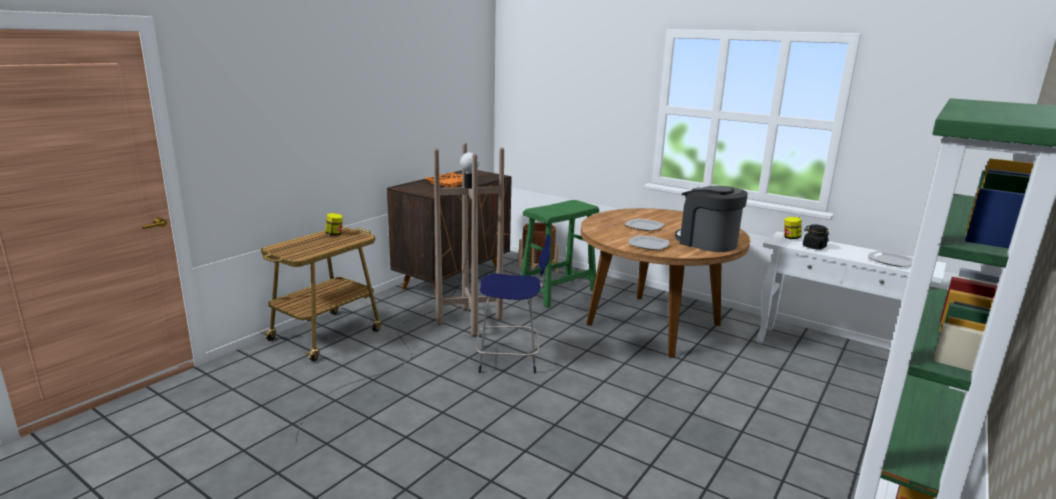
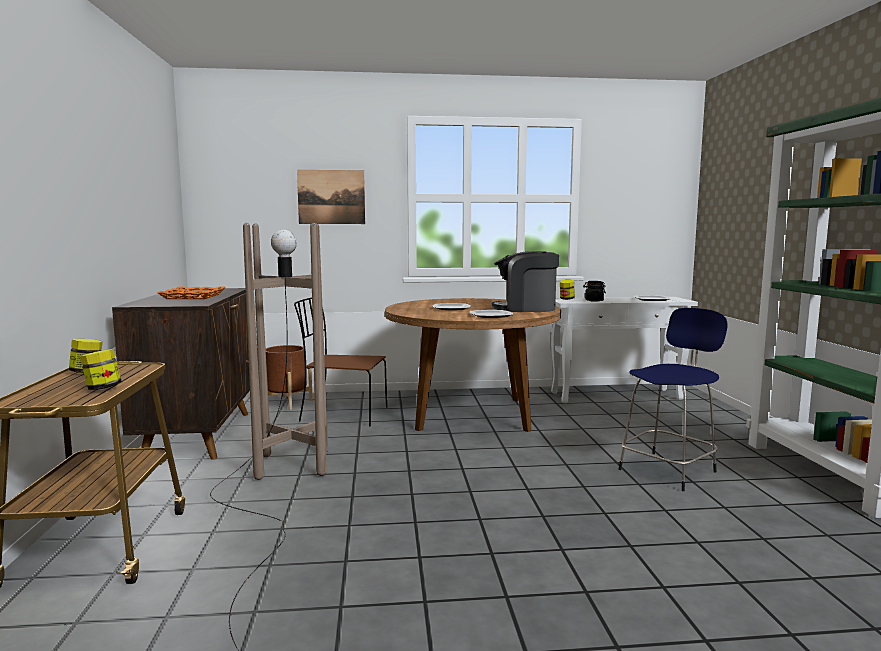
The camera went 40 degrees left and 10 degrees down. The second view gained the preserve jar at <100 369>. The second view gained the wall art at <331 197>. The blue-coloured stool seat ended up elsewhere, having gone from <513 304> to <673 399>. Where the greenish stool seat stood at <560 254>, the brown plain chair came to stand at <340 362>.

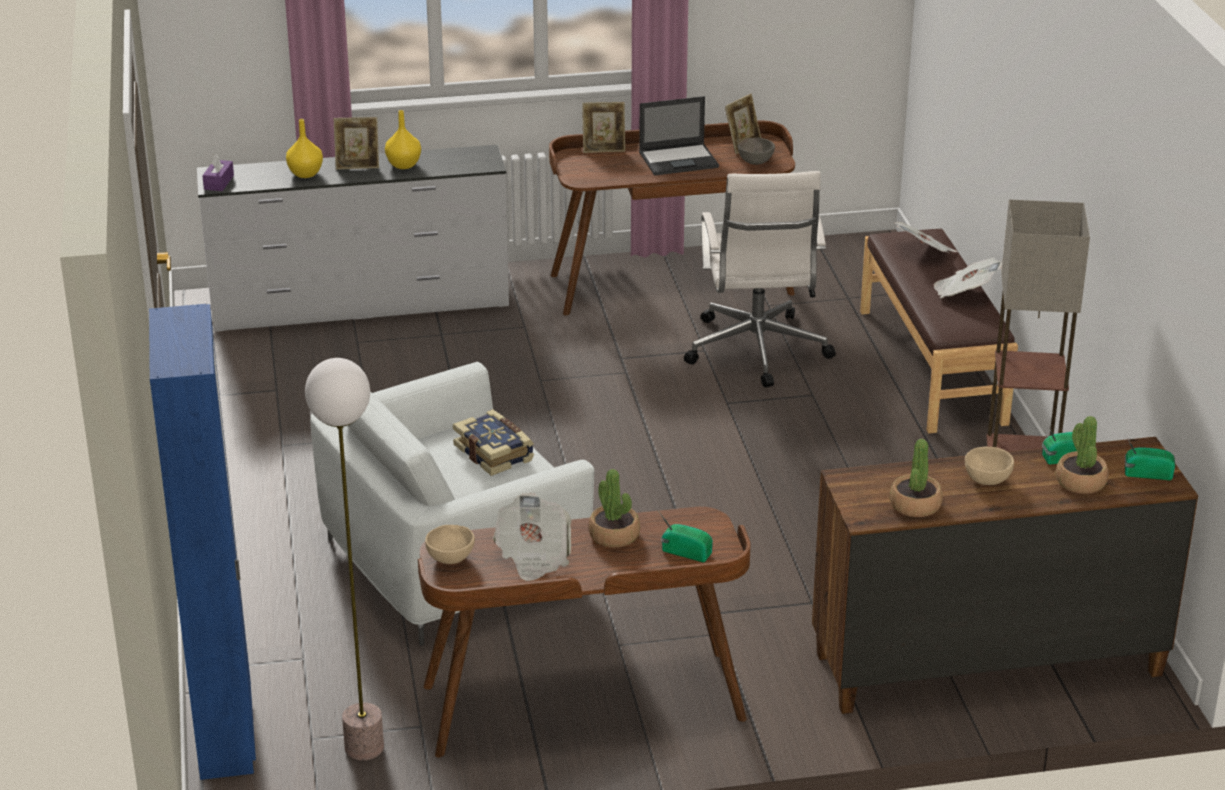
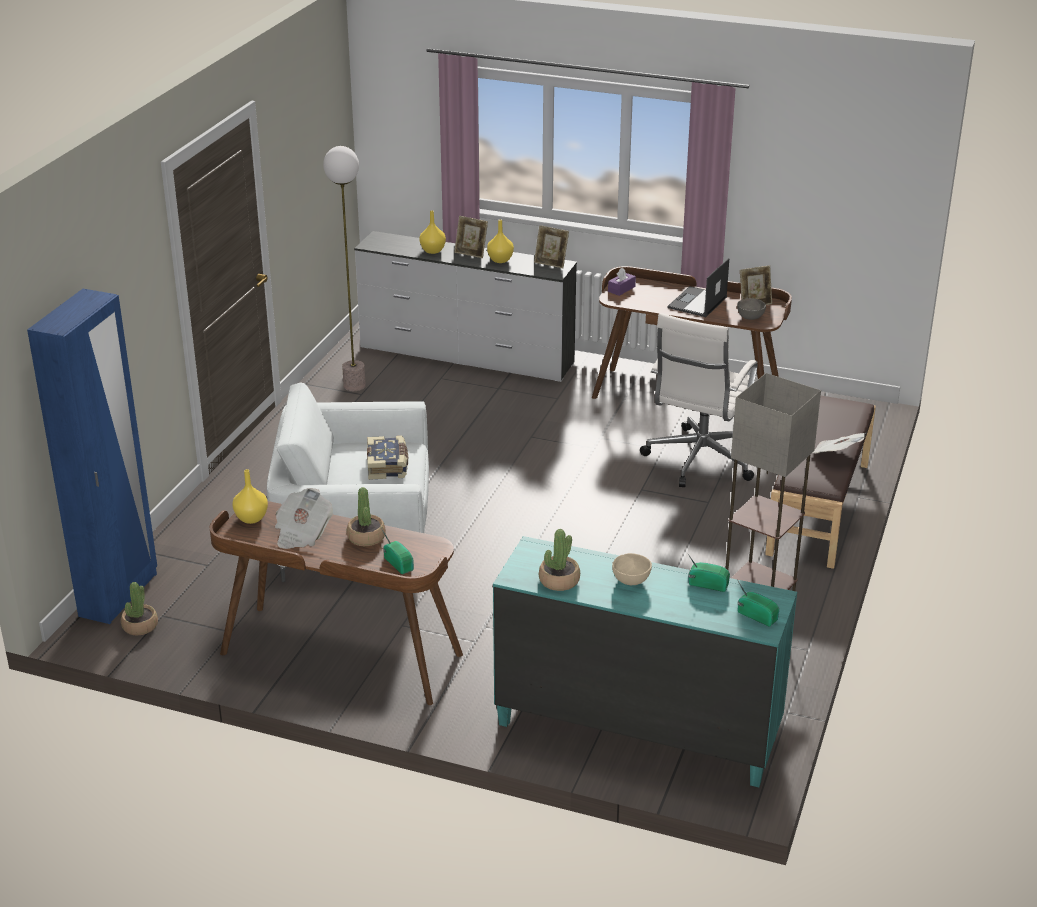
The camera went 30 degrees right and 0 degrees up. The second view lost the newspaper at <926 237>. The purple box of tissues ended up elsewhere, having gone from <218 172> to <622 282>. The standing lamp ended up elsewhere, having gone from <344 559> to <344 268>. The photo frame ended up elsewhere, having gone from <603 127> to <551 246>. The potted plant ended up elsewhere, having gone from <1082 455> to <139 608>. Where the sand-coloured serving bowl stood at <450 544>, the yellowish decorative vase came to stand at <250 496>. What was the brown chest of drawers at <1005 575> turned into the turquoise-coloured chest of drawers at <645 661>. The portable computer at <679 136> ended up facing another way, 105 degrees clockwise from before.

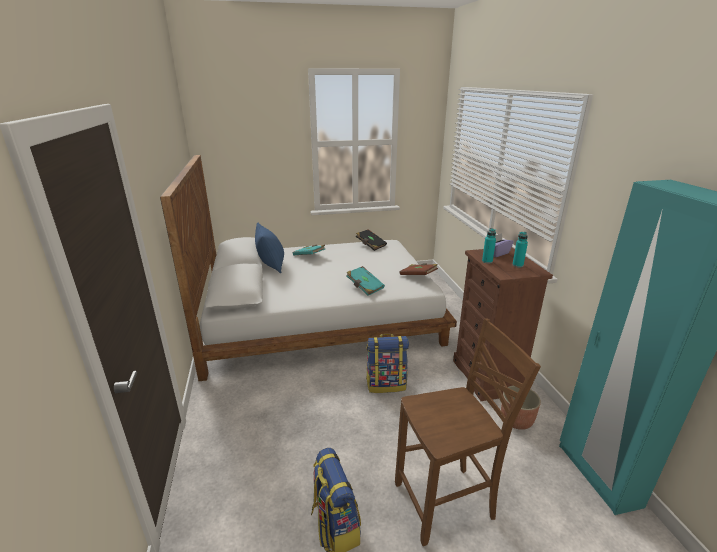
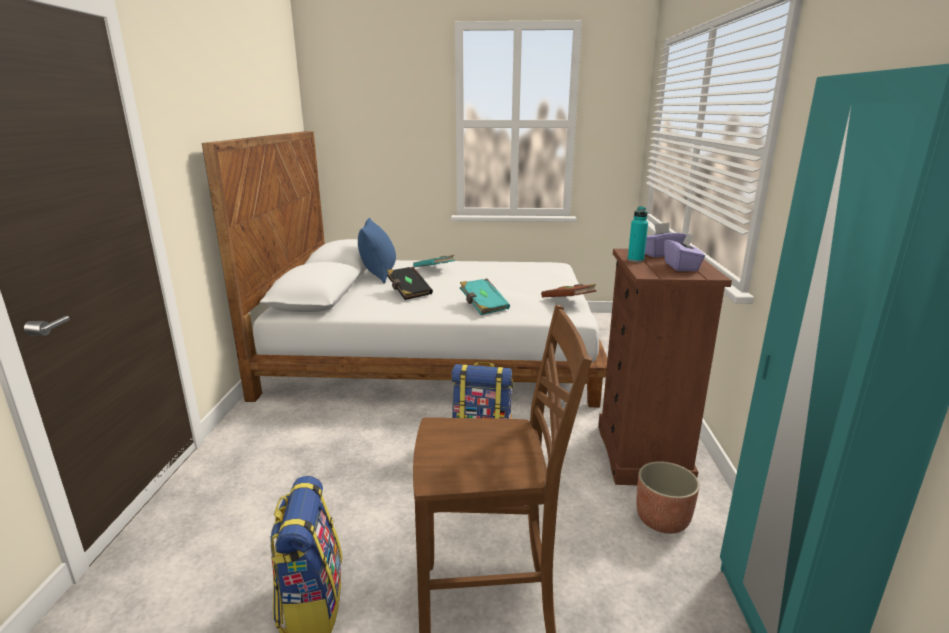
The camera went 15 degrees right and 5 degrees down. The black-coloured book ended up elsewhere, having gone from <371 240> to <410 283>. Where the turquoise-coloured drink bottle stood at <520 250>, the purple box of tissues came to stand at <684 252>.

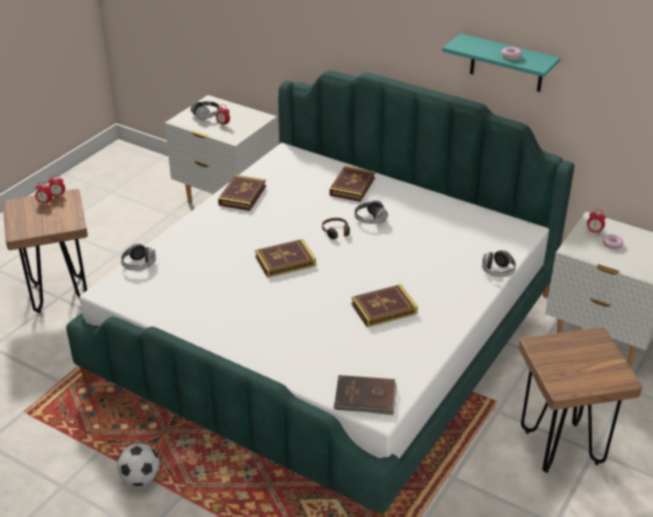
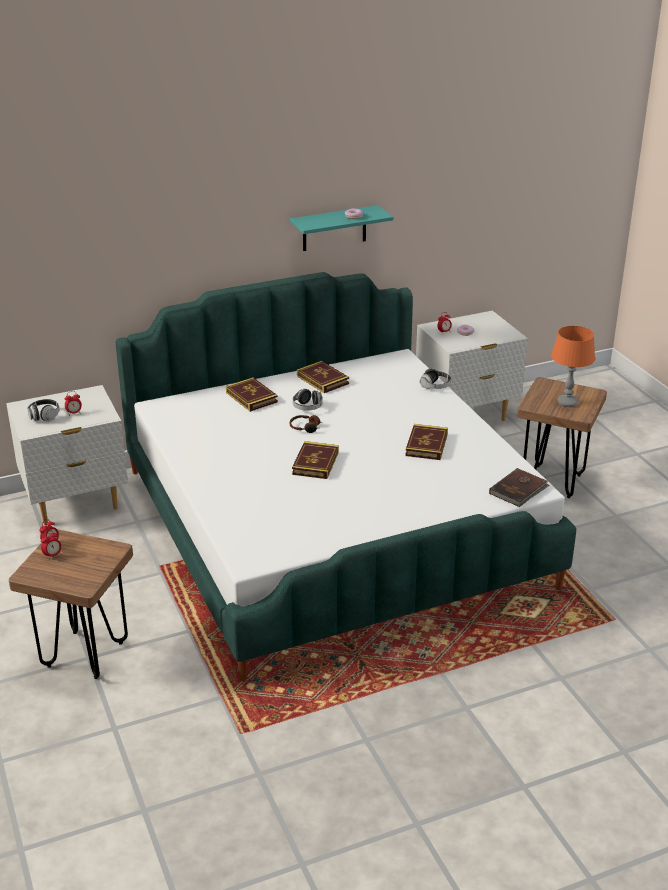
The camera went 55 degrees left and 5 degrees down. The second view lost the football ball at <138 464>. The second view lost the headset at <138 257>. The second view gained the orange-coloured table lamp at <573 366>. The book ended up elsewhere, having gone from <242 193> to <323 377>.

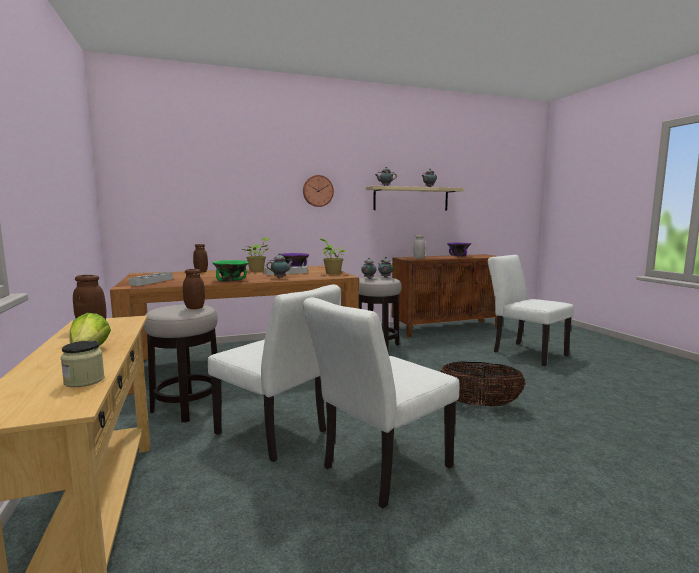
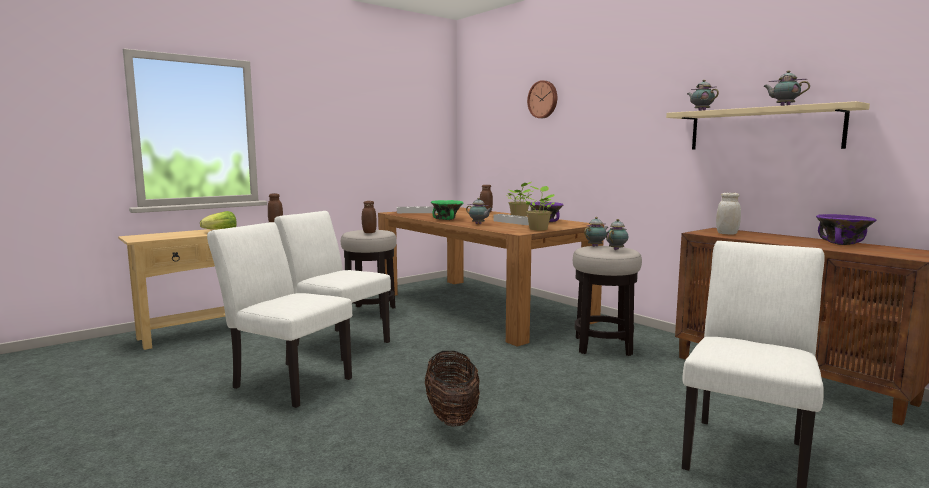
The camera went 70 degrees right and 0 degrees up. The second view lost the preserve jar at <83 364>. The wall clock ended up elsewhere, having gone from <318 191> to <542 99>. The white plain chair at <274 373> ended up facing another way, 105 degrees clockwise from before.

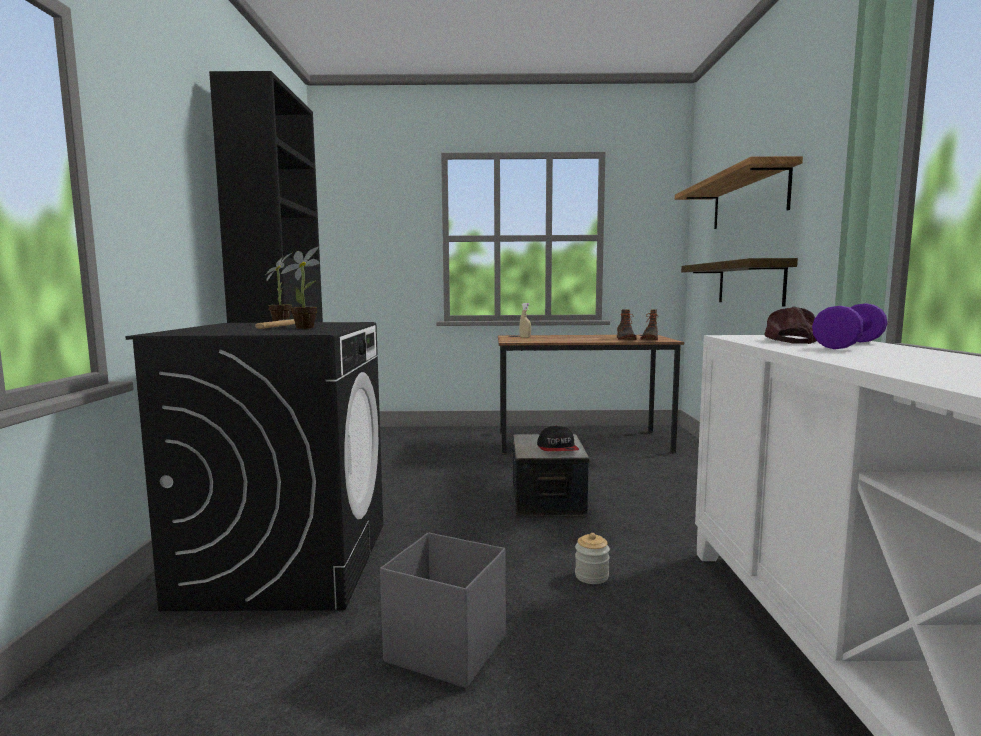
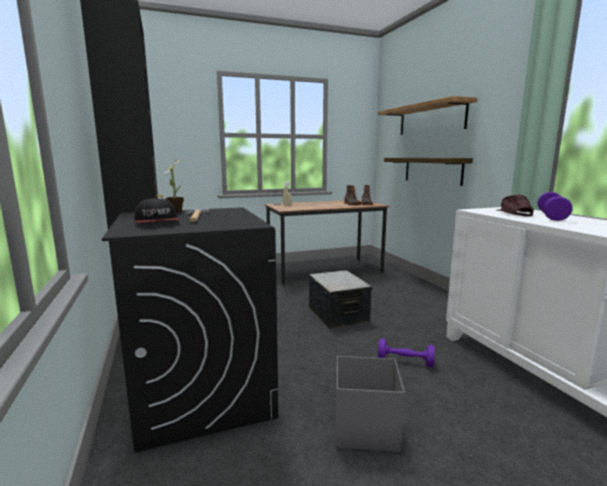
The camera went 20 degrees left and 5 degrees up. The second view lost the potted plant at <300 288>. The peaked cap ended up elsewhere, having gone from <558 438> to <157 210>. Where the preserve jar stood at <592 558>, the purple free weight came to stand at <406 353>.

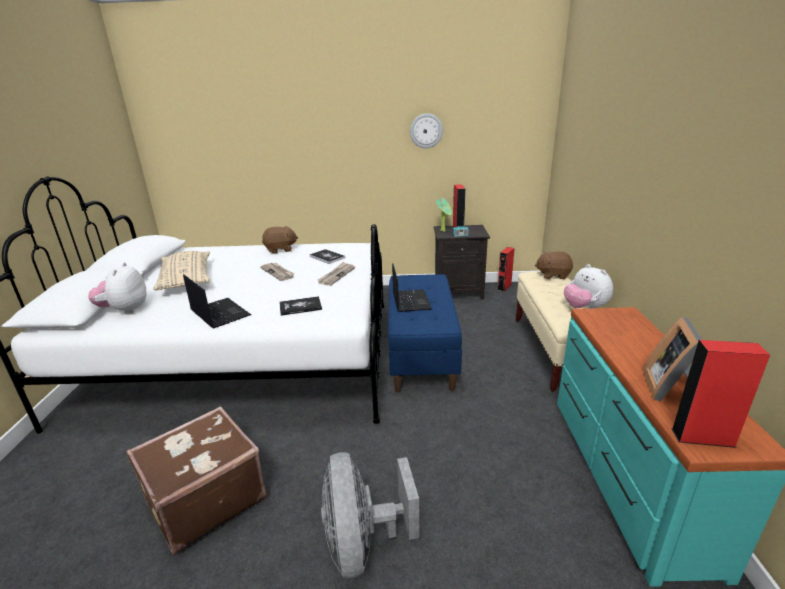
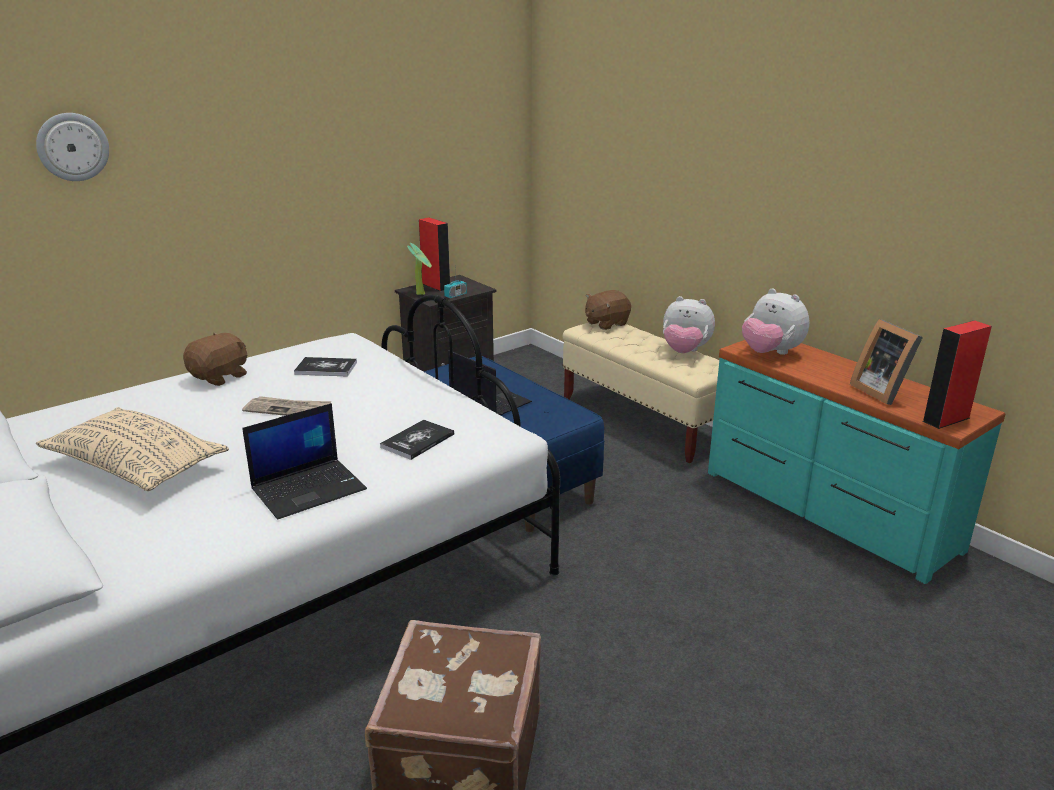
The camera went 40 degrees left and 0 degrees up. The second view lost the newspaper at <336 274>. The second view lost the gray cooling fan at <370 515>. The second view lost the reddish audio speaker at <506 269>. The plush toy ended up elsewhere, having gone from <117 288> to <776 321>. The wall clock ended up elsewhere, having gone from <426 130> to <72 147>. The portable computer at <217 301> ended up facing another way, 135 degrees clockwise from before.

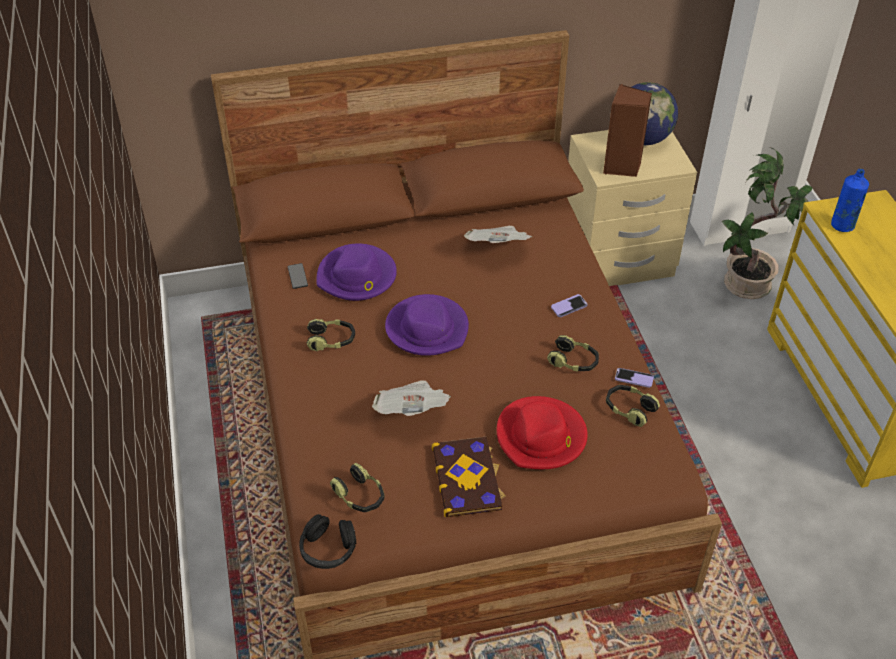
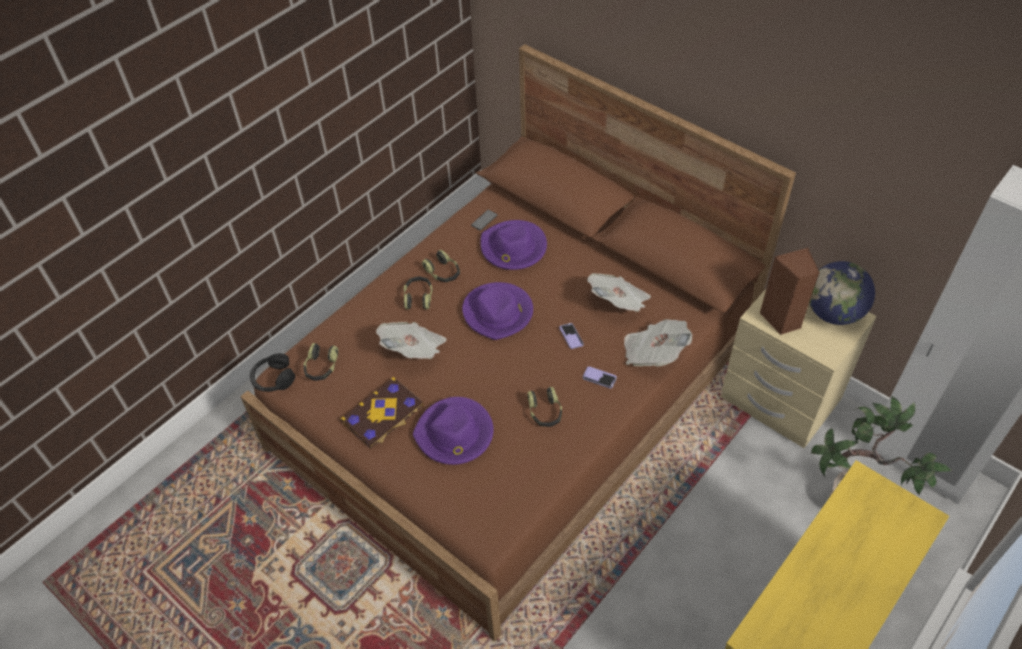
The camera went 55 degrees right and 5 degrees up. The second view lost the blue-coloured drink bottle at <850 200>. The second view gained the newspaper at <658 343>. The headset ended up elsewhere, having gone from <633 406> to <418 293>. The handset ended up elsewhere, having gone from <634 378> to <571 336>. What was the reddish hat at <542 432> turned into the purple hat at <453 431>.

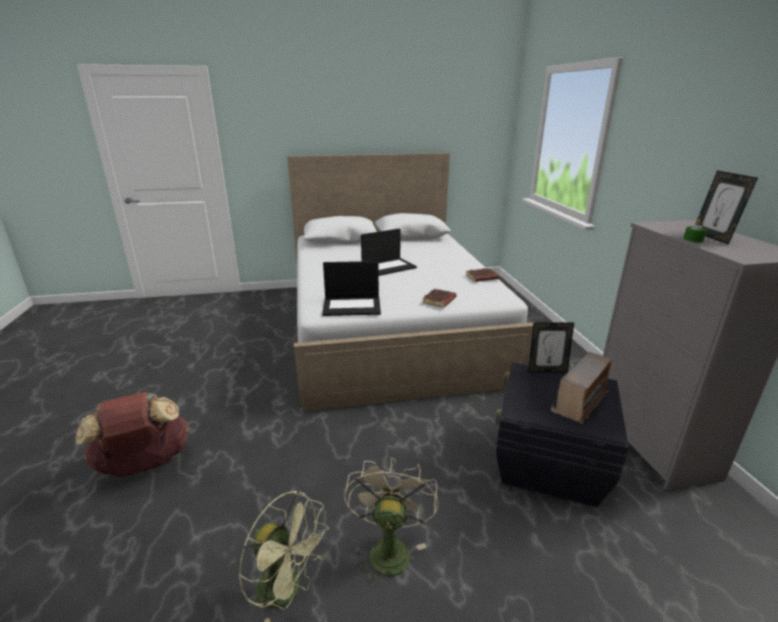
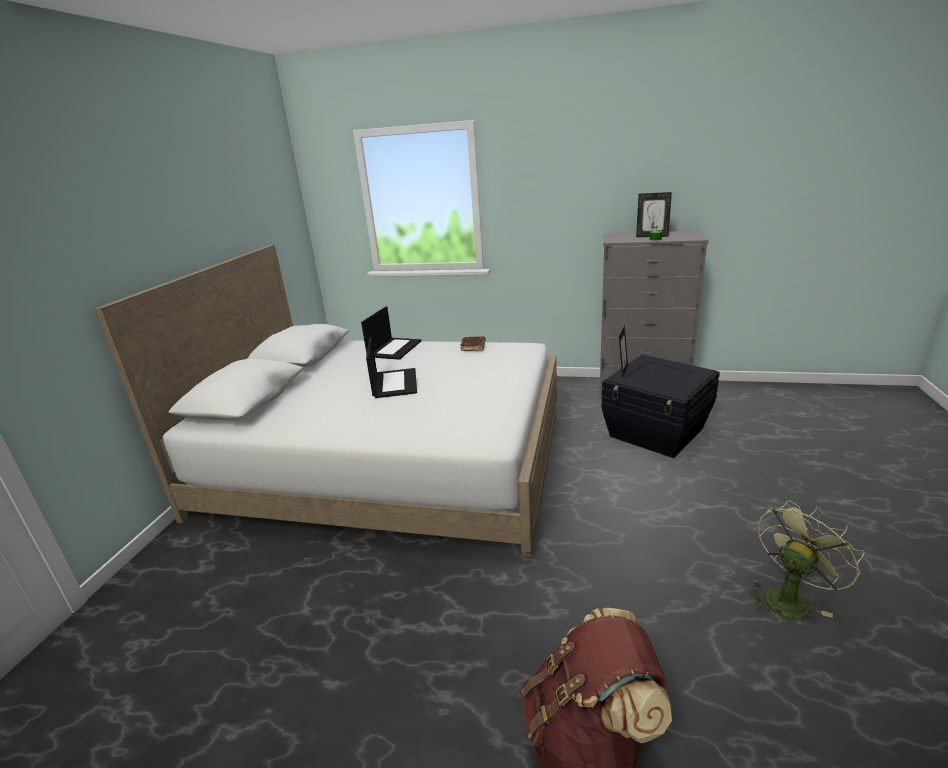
The camera went 65 degrees left and 0 degrees up. The second view lost the sand-coloured cooling fan at <391 522>. The second view lost the brown book at <439 298>. The second view lost the radio at <581 388>. The portable computer ended up elsewhere, having gone from <351 288> to <391 333>.

